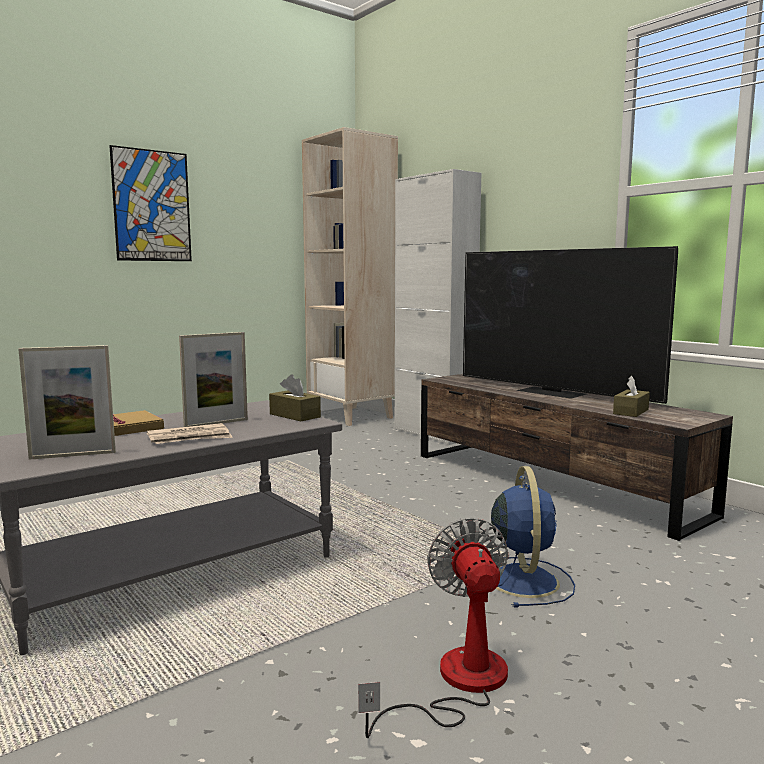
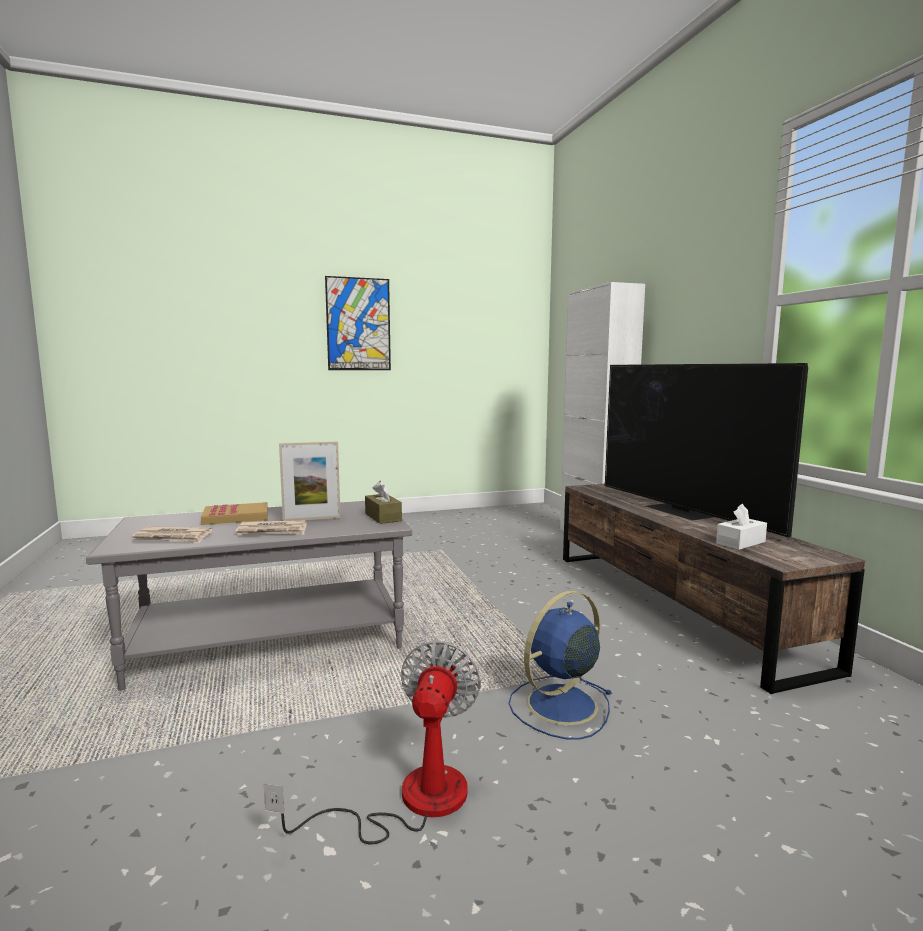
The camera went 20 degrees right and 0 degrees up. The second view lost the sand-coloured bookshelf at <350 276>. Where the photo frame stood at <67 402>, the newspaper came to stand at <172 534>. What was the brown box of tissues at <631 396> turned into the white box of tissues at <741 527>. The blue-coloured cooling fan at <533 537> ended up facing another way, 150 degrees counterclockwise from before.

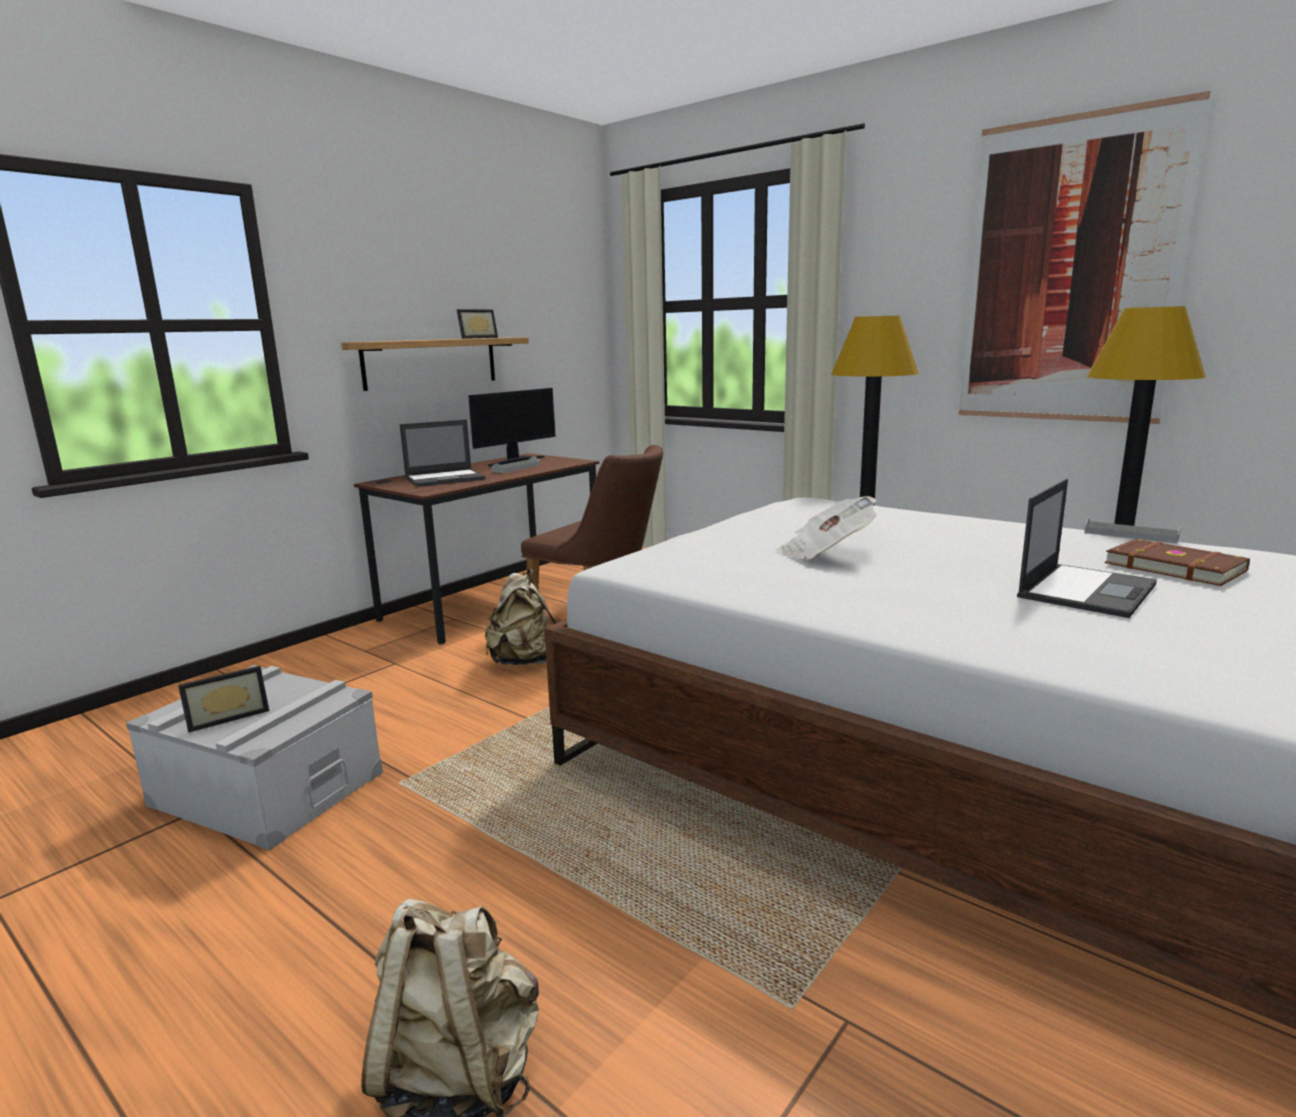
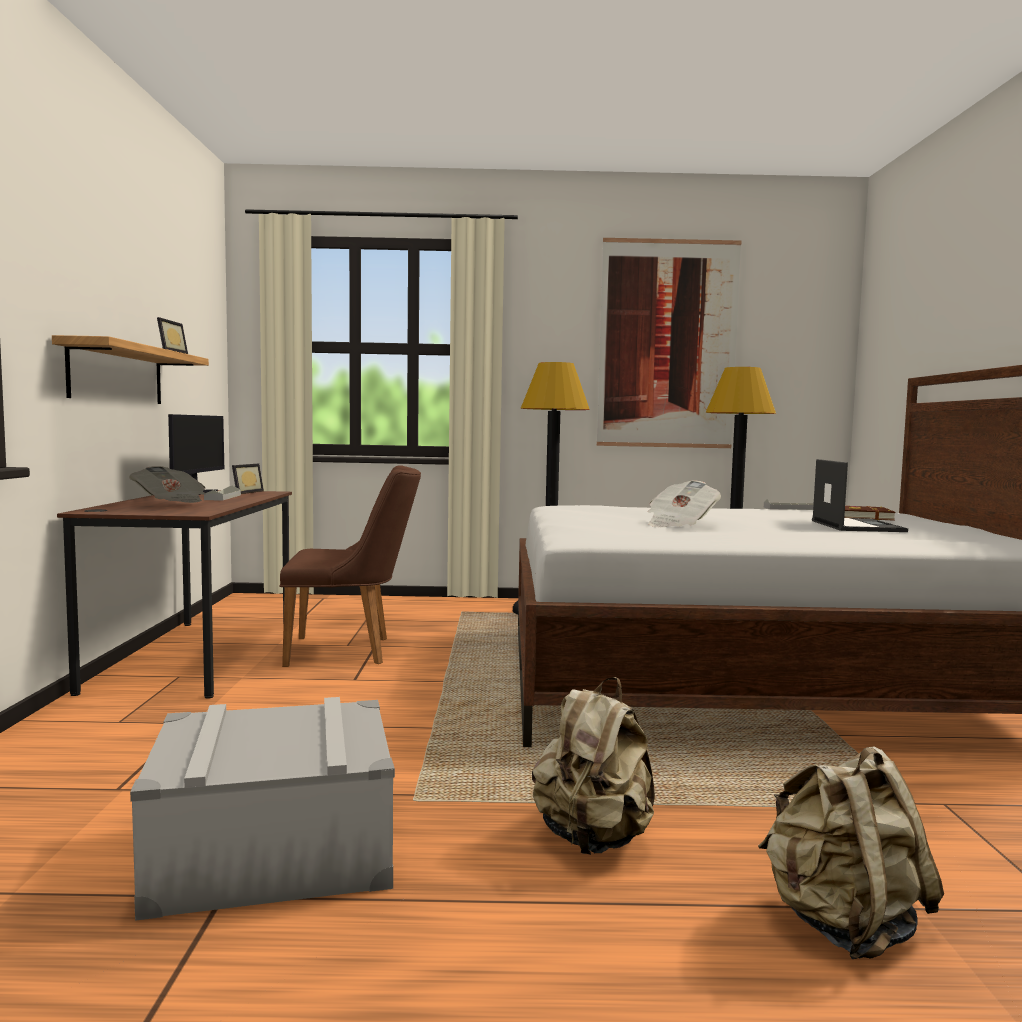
The camera went 40 degrees left and 10 degrees down. The photo frame ended up elsewhere, having gone from <223 699> to <248 479>. The sand-coloured backpack ended up elsewhere, having gone from <520 617> to <593 766>. Where the portable computer stood at <442 453>, the newspaper came to stand at <167 484>.

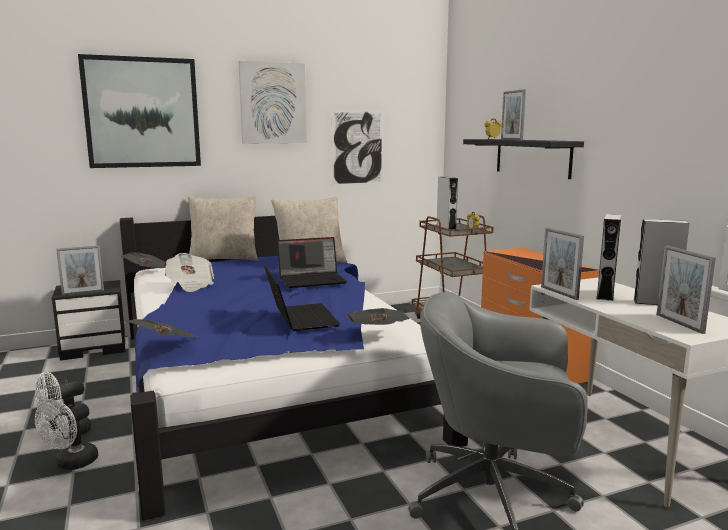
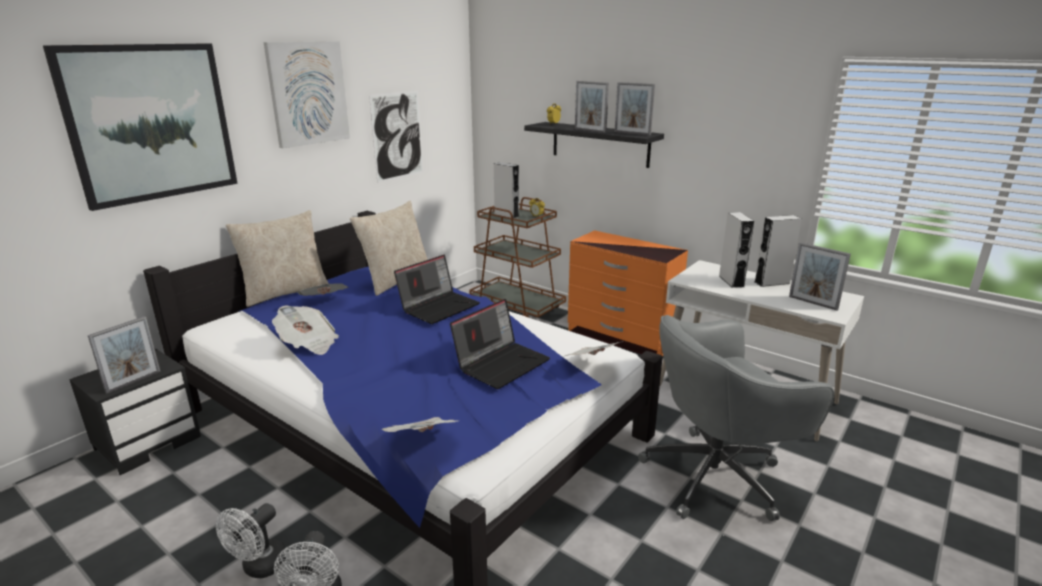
The camera went 30 degrees left and 10 degrees up. The newspaper ended up elsewhere, having gone from <143 260> to <321 290>. The photo frame ended up elsewhere, having gone from <562 264> to <635 108>. The portable computer at <302 298> ended up facing another way, 90 degrees clockwise from before.

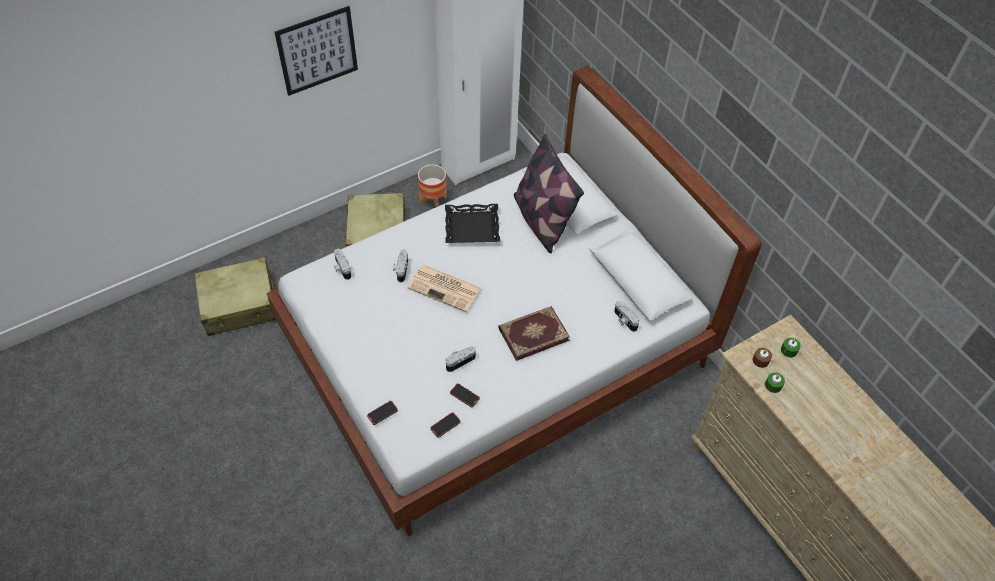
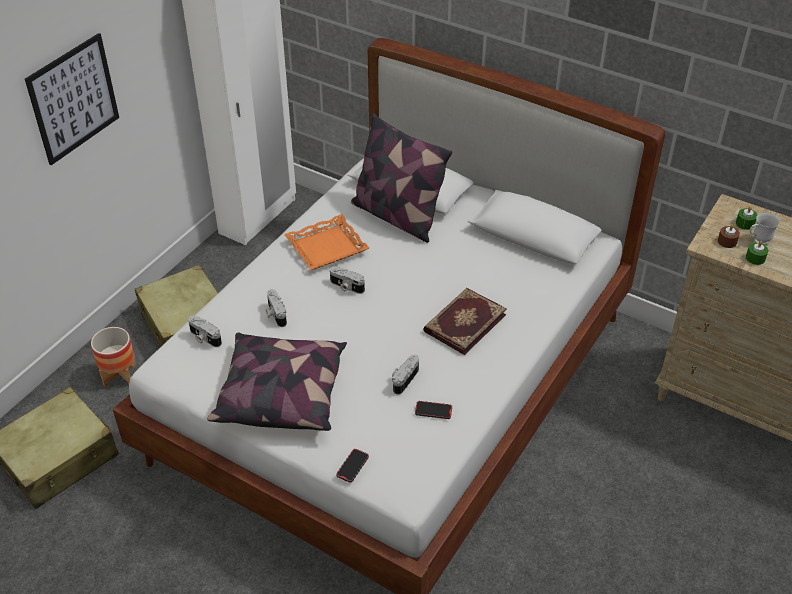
The camera went 25 degrees left and 10 degrees down. The second view lost the newspaper at <444 288>. The second view lost the handset at <445 425>. The second view gained the pillow at <277 381>. The second view gained the white coffee mug at <765 229>. The planter ended up elsewhere, having gone from <432 185> to <113 357>. The still camera ended up elsewhere, having gone from <627 316> to <347 280>. What was the black-coloured tray at <472 223> turned into the orange-coloured tray at <326 242>.

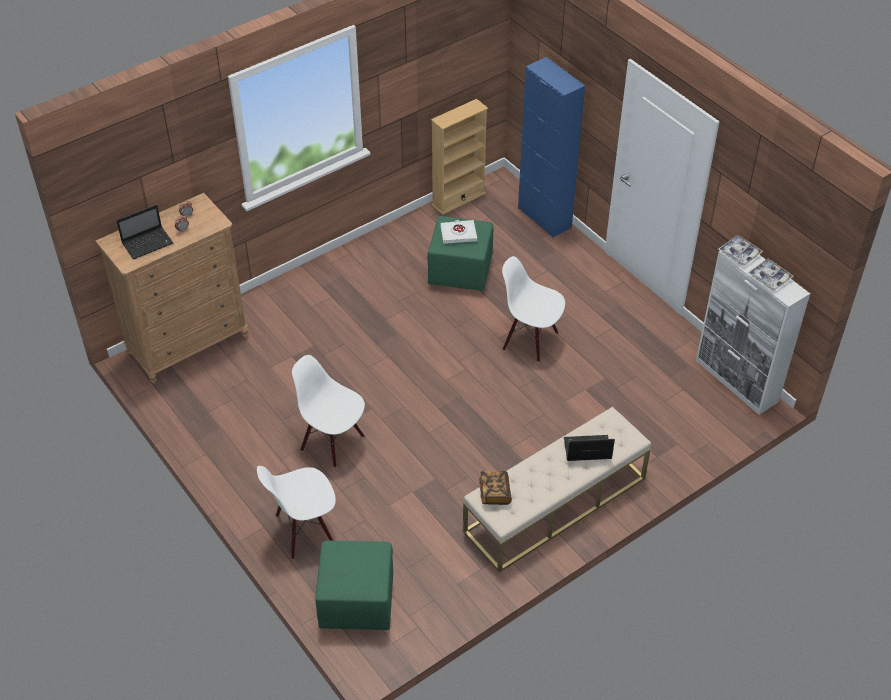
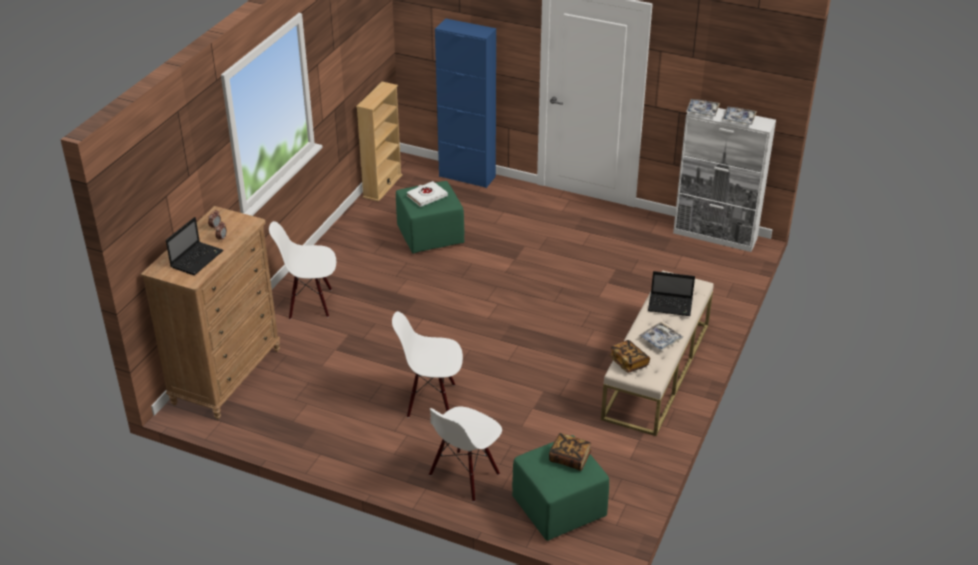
The camera went 30 degrees left and 10 degrees down. The second view gained the book at <570 452>. The second view gained the tray at <661 336>. The white plain chair ended up elsewhere, having gone from <533 309> to <302 270>. The portable computer at <589 448> ended up facing another way, 135 degrees counterclockwise from before.

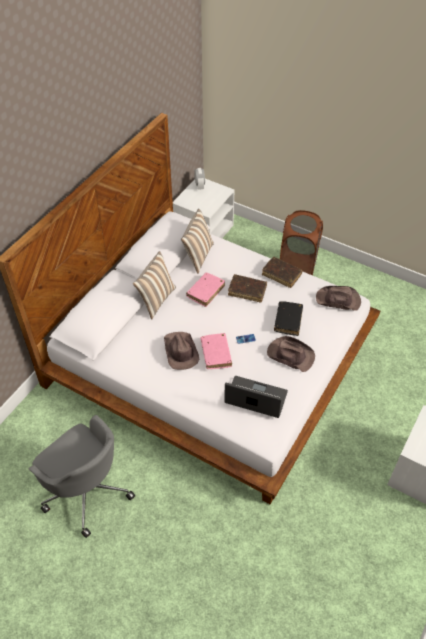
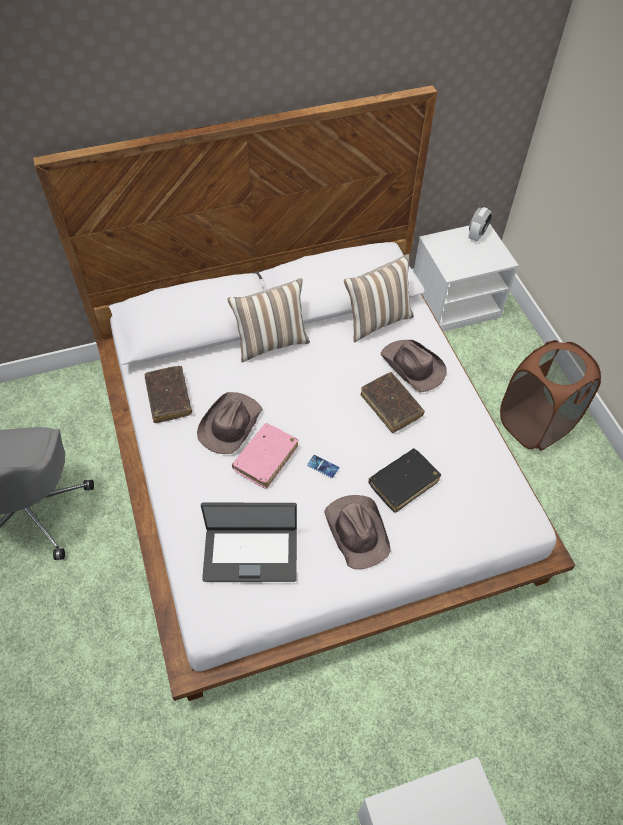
The camera went 40 degrees right and 5 degrees up. The second view lost the pink-coloured book at <205 290>. The brown book ended up elsewhere, having gone from <282 272> to <168 394>. The brown hat ended up elsewhere, having gone from <338 298> to <414 366>. The portable computer at <256 397> ended up facing another way, 120 degrees clockwise from before.

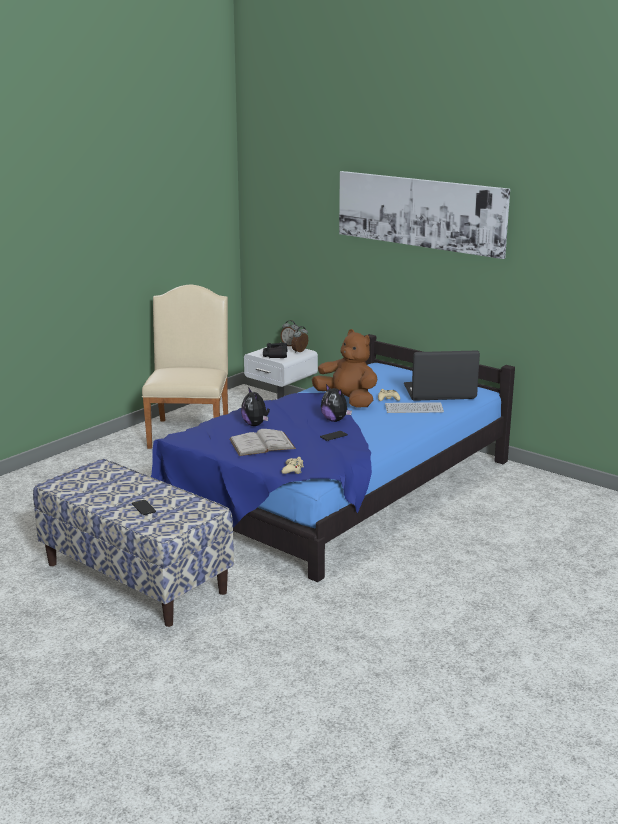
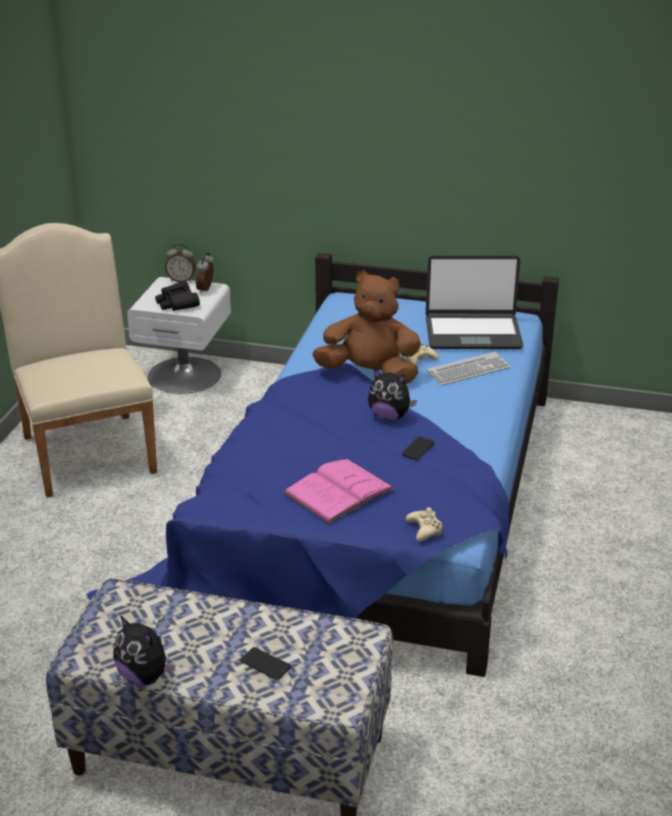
The camera went 25 degrees left and 10 degrees up. The second view lost the wall art at <424 215>. The plush toy ended up elsewhere, having gone from <255 406> to <144 650>. What was the white book at <262 442> turned into the pink-coloured book at <338 491>. The portable computer at <442 375> ended up facing another way, 150 degrees counterclockwise from before.

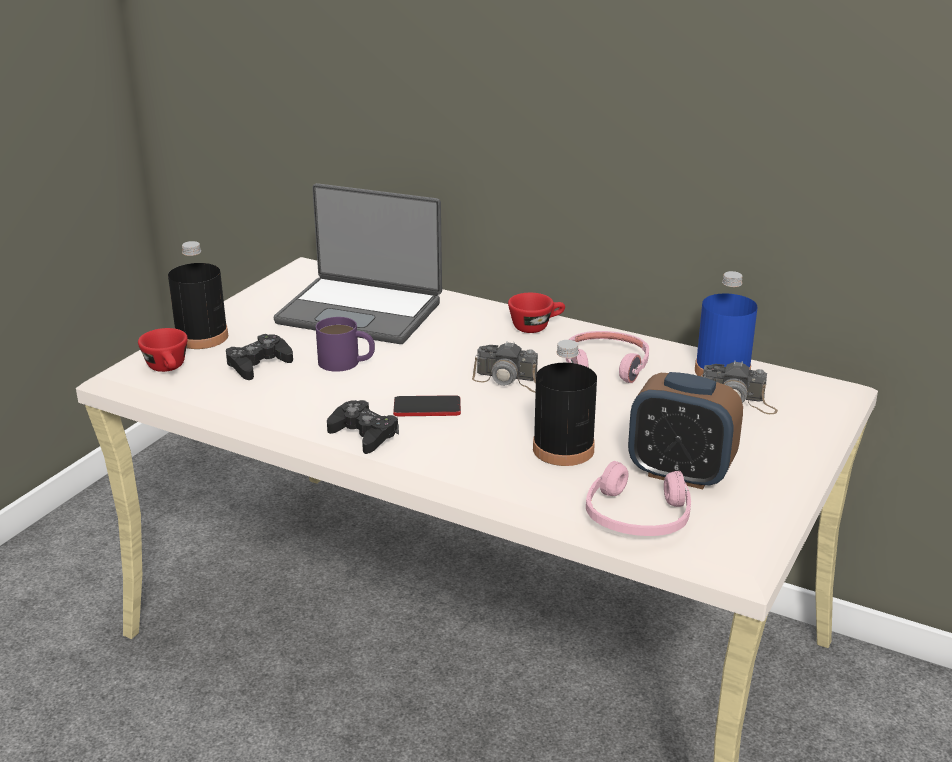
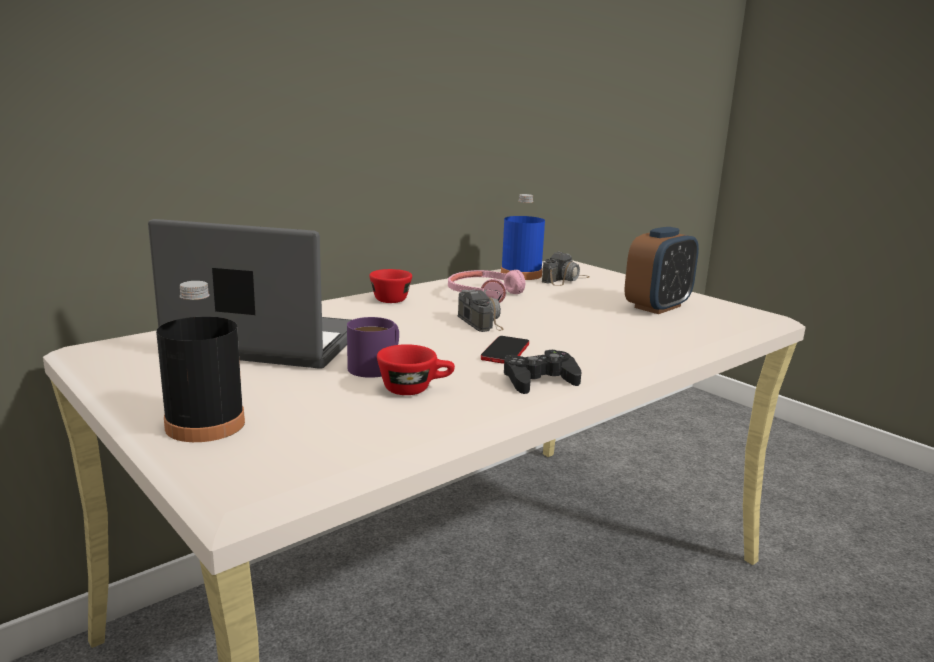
The camera went 70 degrees left and 10 degrees down. The second view lost the black-coloured game controller at <259 357>. The second view lost the black-coloured drink bottle at <565 403>. The second view lost the pink-coloured headset at <638 498>. The reddish drinking cup ended up elsewhere, having gone from <163 350> to <416 369>. The portable computer at <358 263> ended up facing another way, 120 degrees counterclockwise from before. The still camera at <505 367> ended up facing another way, 60 degrees counterclockwise from before.

